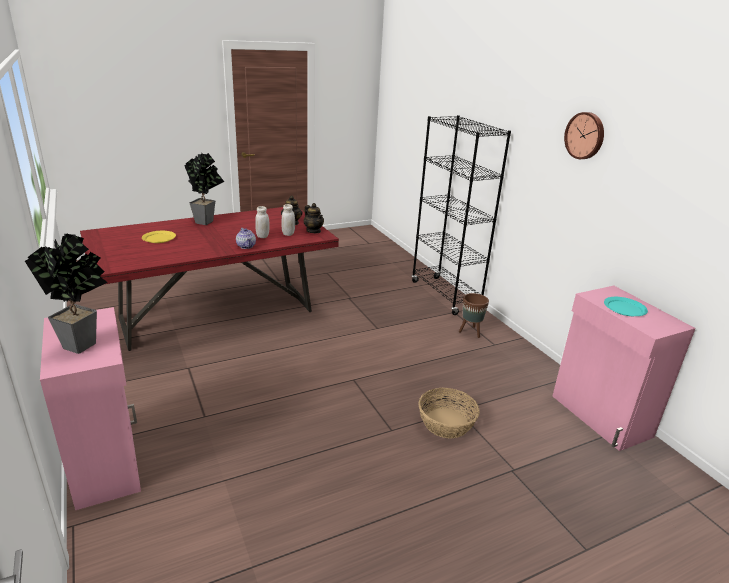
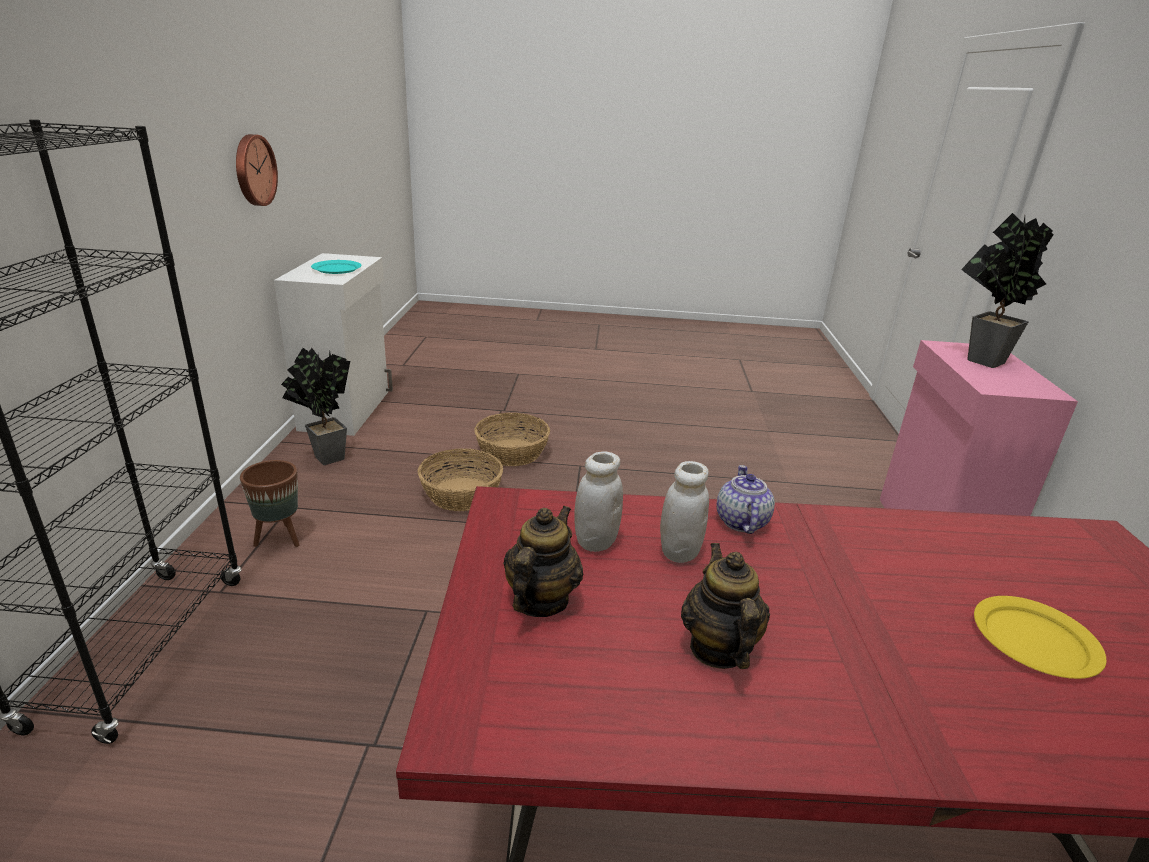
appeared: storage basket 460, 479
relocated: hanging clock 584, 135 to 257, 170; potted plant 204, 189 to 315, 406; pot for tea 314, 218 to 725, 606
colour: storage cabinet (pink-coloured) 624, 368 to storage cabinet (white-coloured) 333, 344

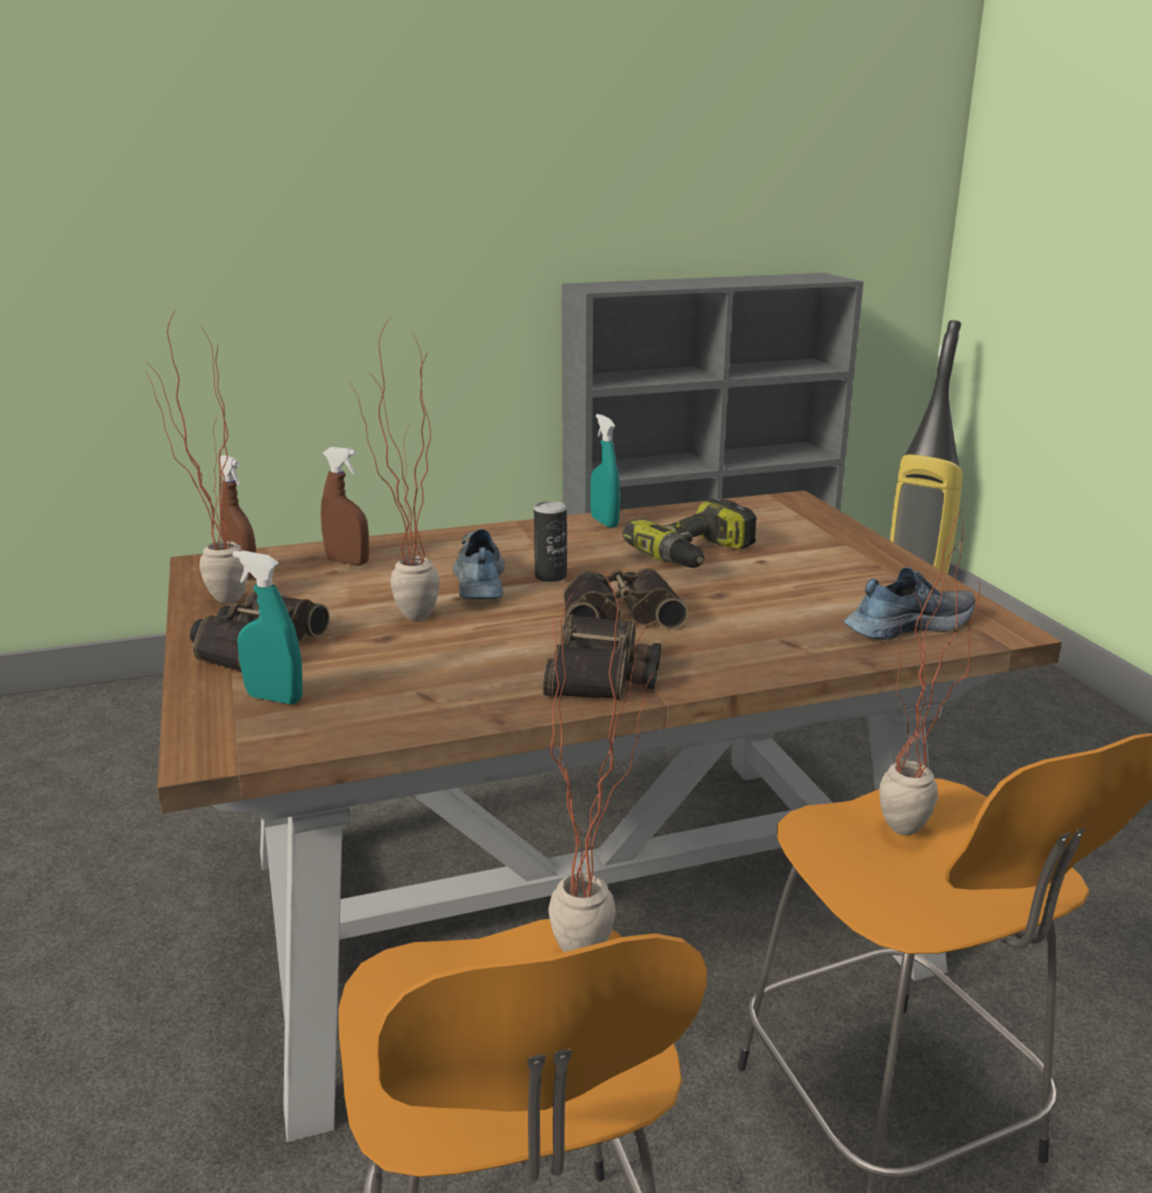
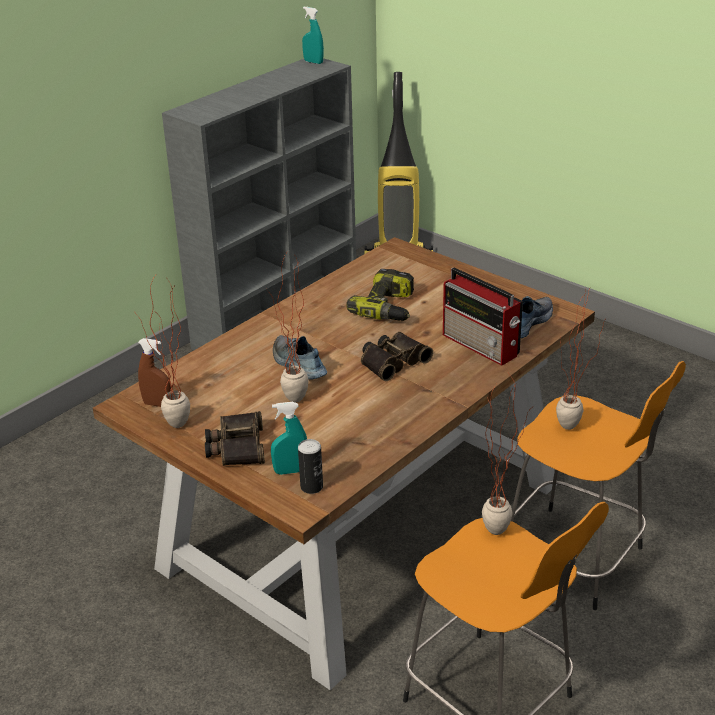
missing: hand sprayer (brown) 345, 506; pair of binoculars 602, 657
appeared: radio receiver 483, 316
relocated: sealed can 550, 541 to 310, 466; hand sprayer (turquoise-coloured) 605, 471 to 313, 35

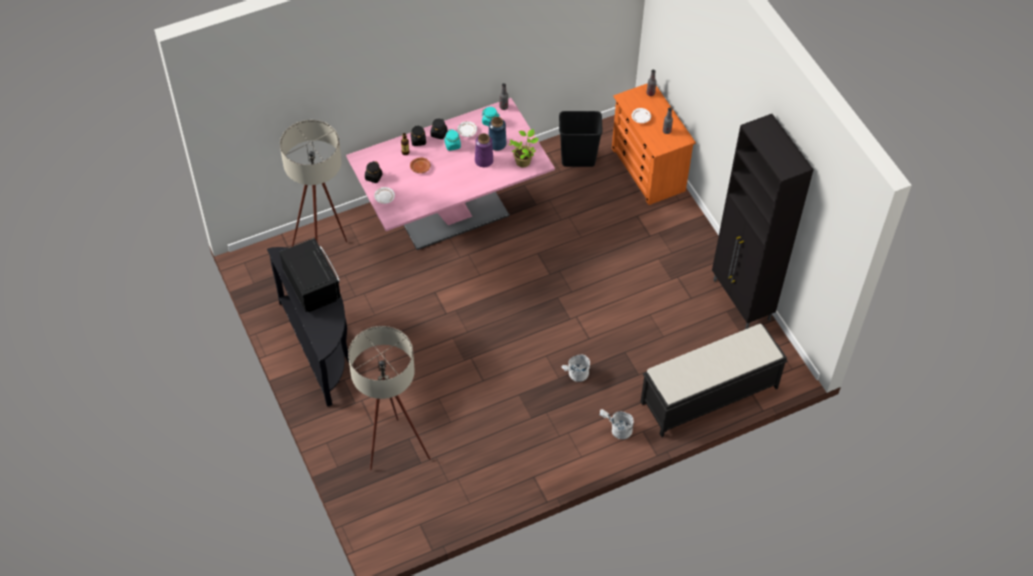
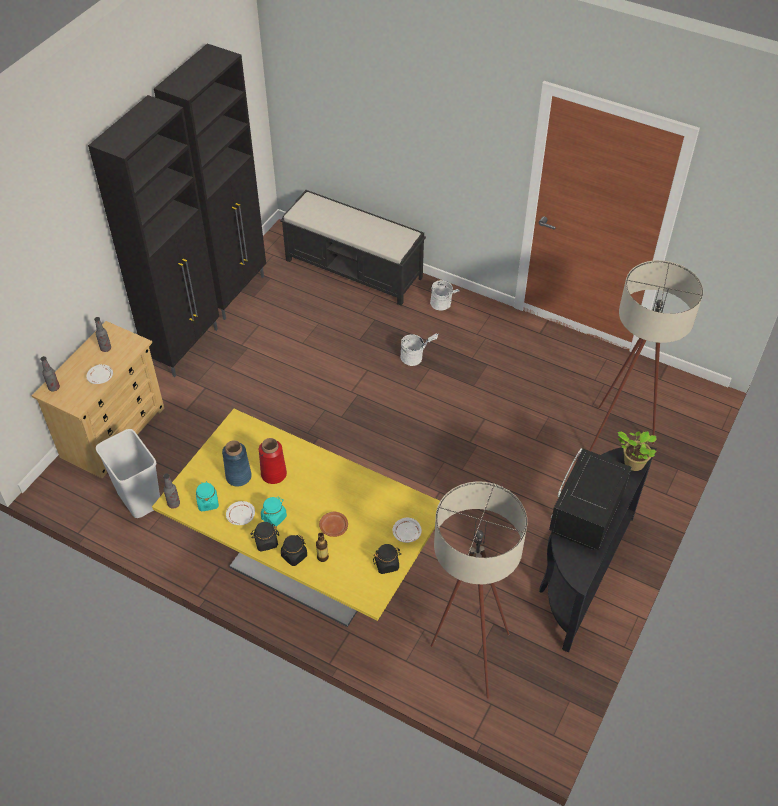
appeared: storage cabinet (black) 153, 236
relocated: potted plant 524, 148 to 636, 451
colour: drawer chest (orange-coloured) 654, 144 to drawer chest (beige-coloured) 97, 399; trash can (black) 581, 139 to trash can (white-coloured) 128, 473; dining table (pink-coloured) 450, 174 to dining table (yellow-coloured) 296, 518; flower vase (purple) 484, 150 to flower vase (reddish) 273, 461

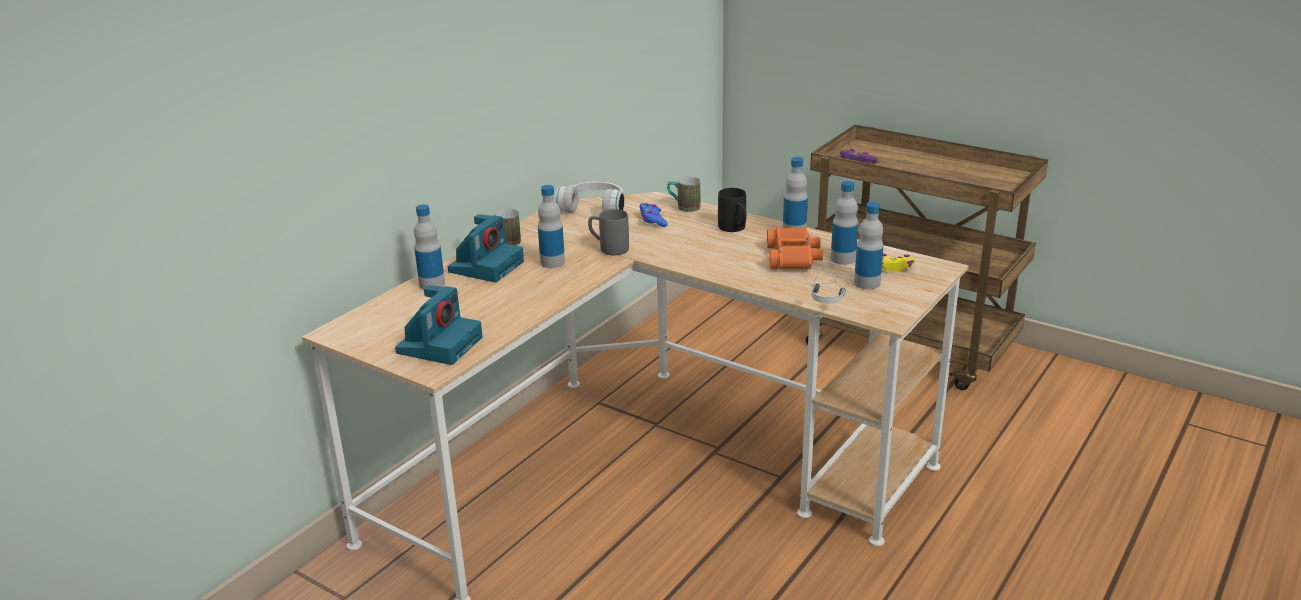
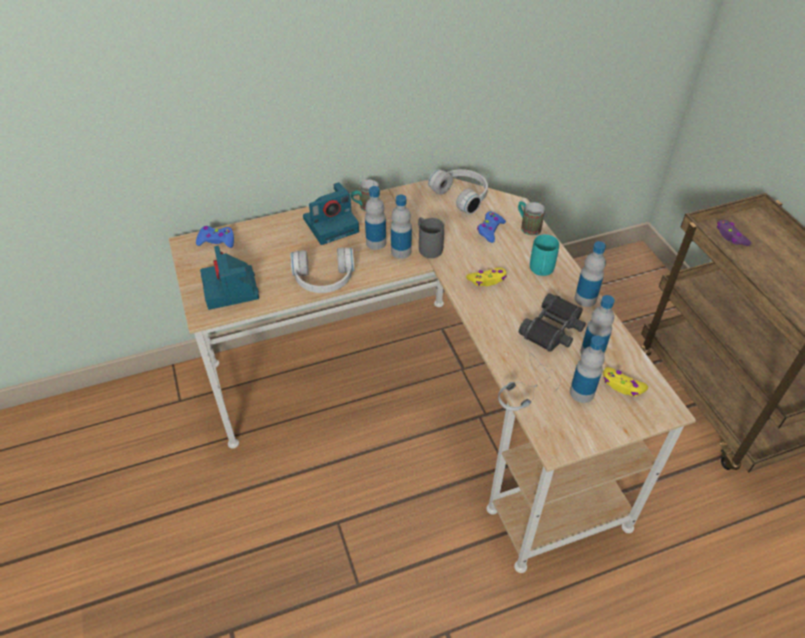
appeared: gamepad (bluish) 215, 237; headphones (white-coloured) 322, 270; gamepad (yellow-coloured) 486, 276
relocated: beverage bottle 429, 246 to 401, 227
colour: pair of binoculars (orange-coloured) 795, 248 to pair of binoculars (black) 552, 322; tea mug (black) 732, 210 to tea mug (turquoise-coloured) 544, 255
spun: still camera 438, 325 = 229, 278 105 degrees clockwise

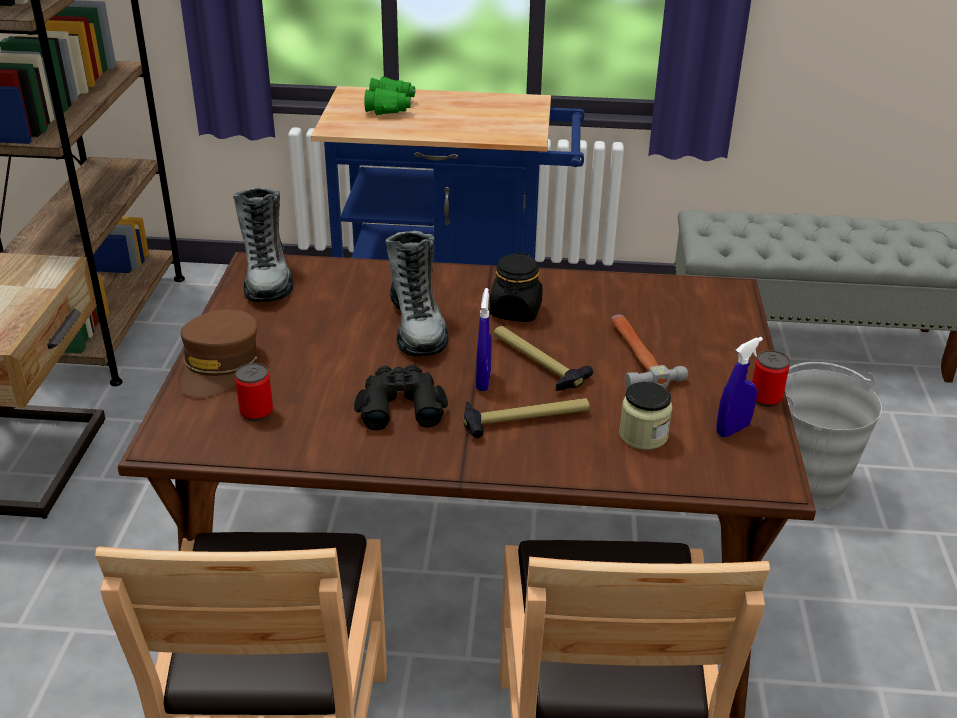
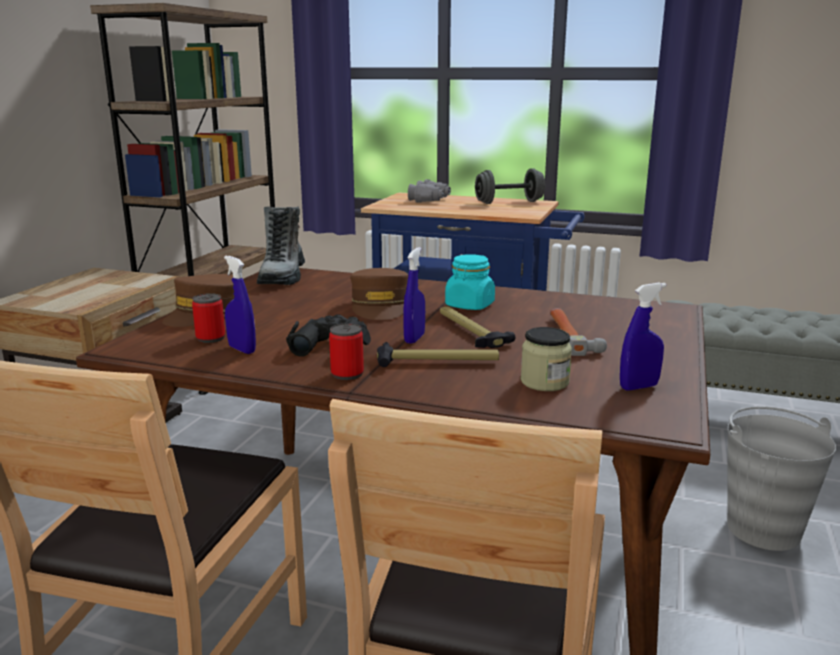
appeared: hand sprayer (bluish) 240, 305; free weight (greyish) 510, 186
relocated: sealed can 771, 378 to 346, 351
exchanged: high-top boot 417, 294 to peaked cap (brown) 379, 294
colour: pair of binoculars (green) 389, 95 to pair of binoculars (greyish) 429, 191; storage jar (black) 516, 287 to storage jar (turquoise-coloured) 470, 282

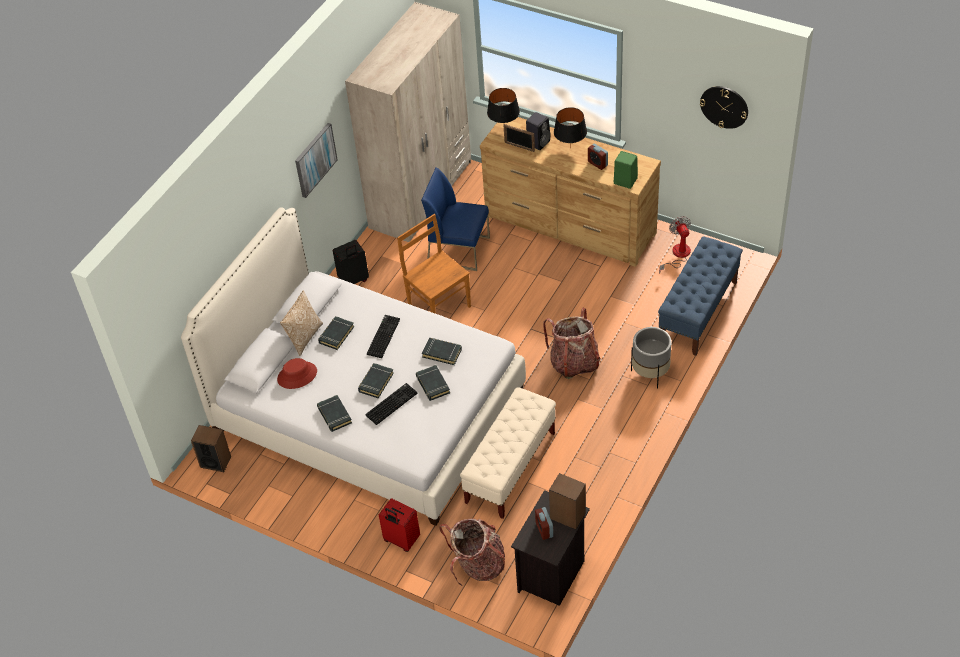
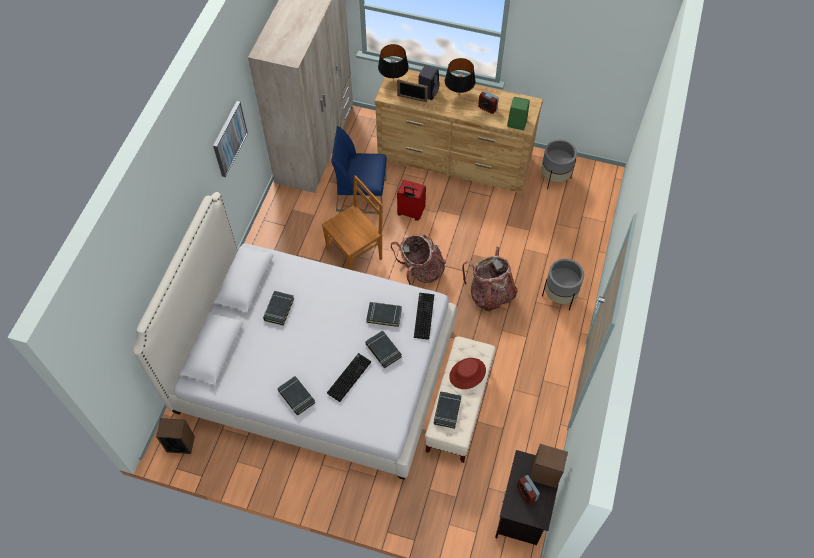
missing: pillow 301, 323; travel case (black) 351, 262; indoor bench (bluish) 700, 296; hanging clock 724, 107
relocated: knapsack 472, 552 to 418, 259; travel case (reddish) 399, 525 to 411, 200; computer keyboard 383, 336 to 424, 316; bound book (black) 376, 380 to 447, 410; wearable hat (reddish) 297, 373 to 467, 373
exchanged: electric fan 675, 244 to plant pot (greyish) 559, 164
spun: plain chair (brown) 434, 264 = 352, 222 105 degrees clockwise

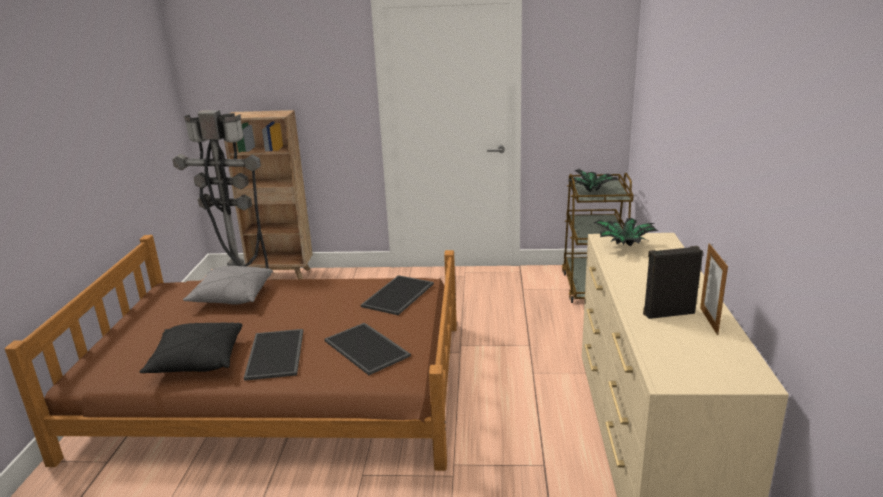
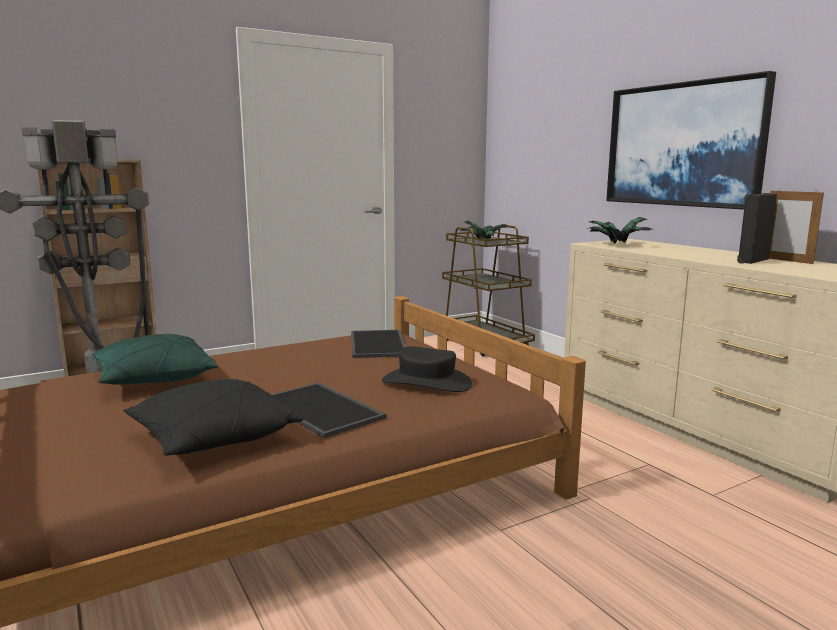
appeared: picture 691, 140
exchanged: tray 367, 349 to wearable hat (black) 427, 369
colour: pillow (greyish) 228, 285 to pillow (green) 155, 359

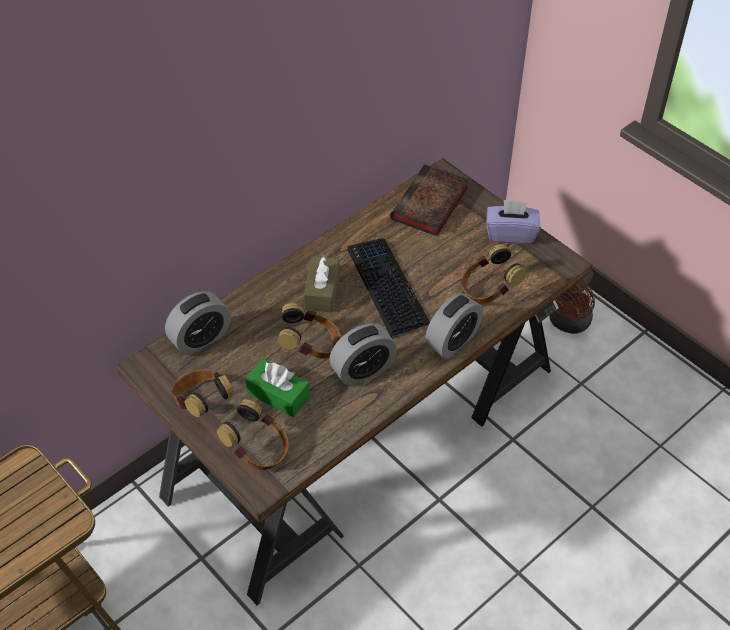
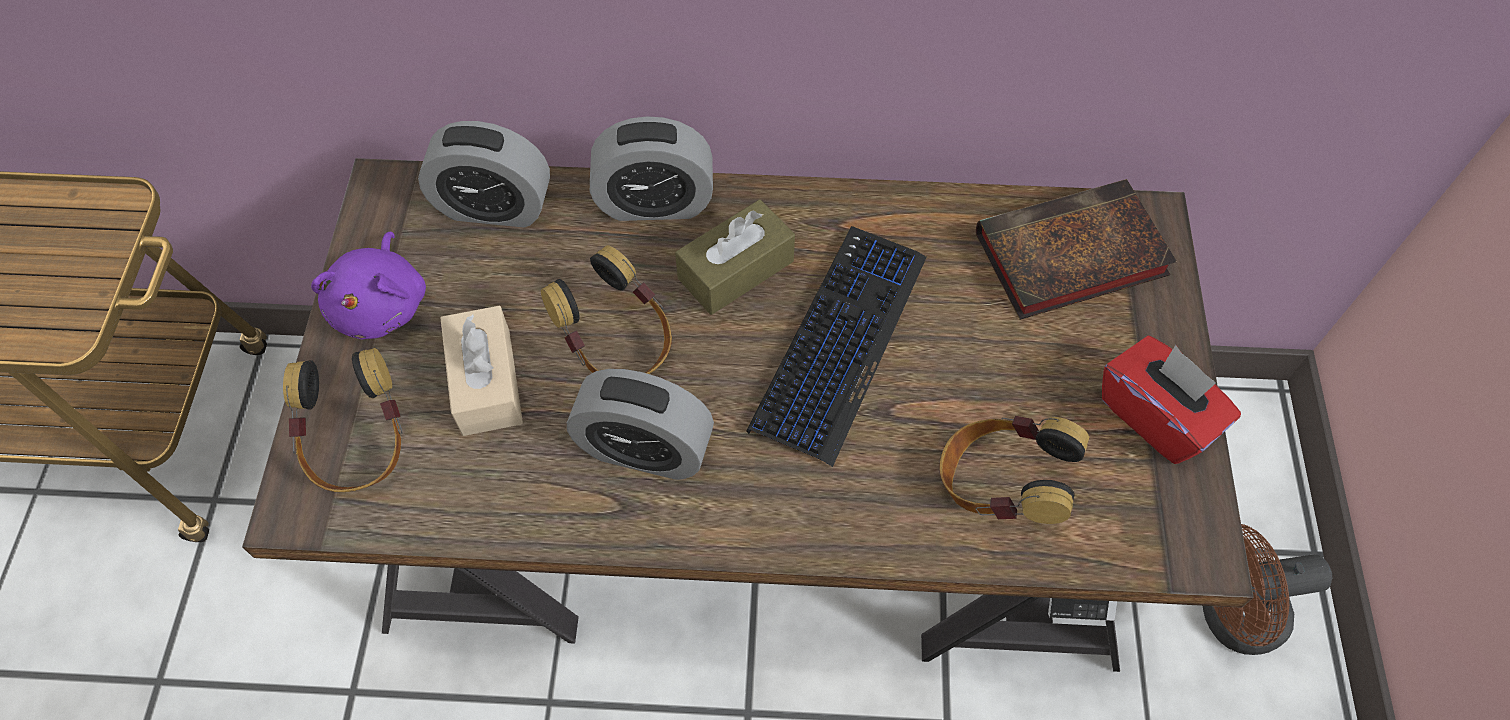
relocated: table clock 454, 326 to 651, 168
exchanged: headphones 203, 393 to soft toy (purple) 368, 285
colour: tissue box (green) 277, 388 to tissue box (beige-coloured) 482, 371; tissue box (purple) 513, 222 to tissue box (reddish) 1171, 400

